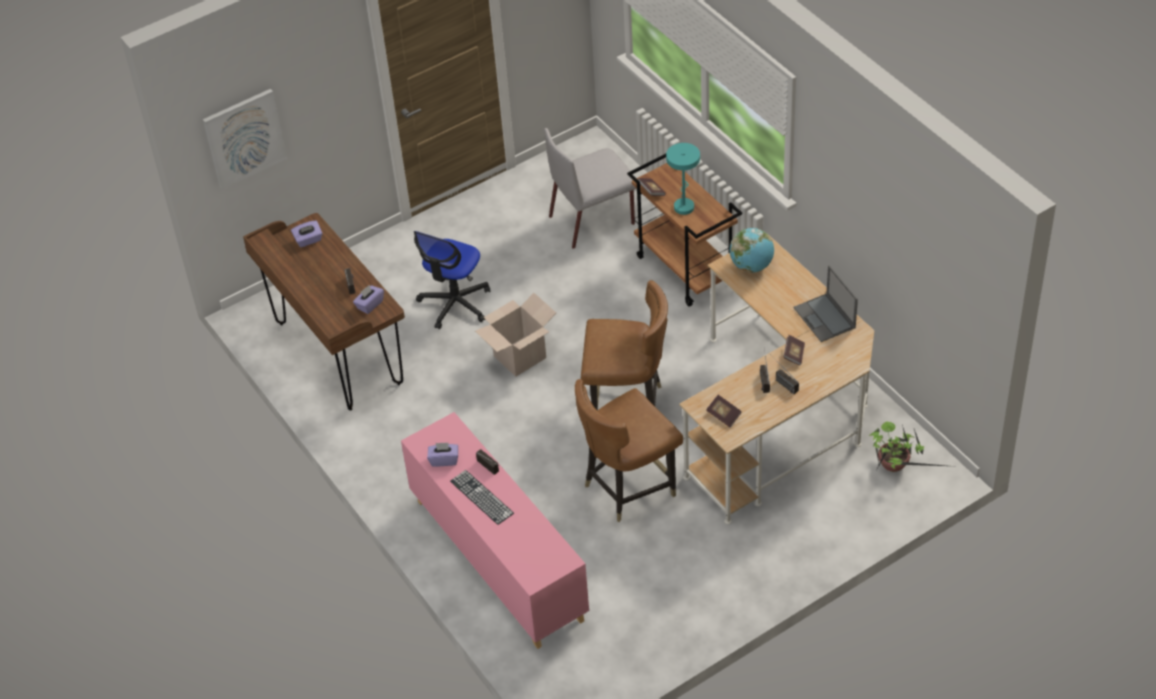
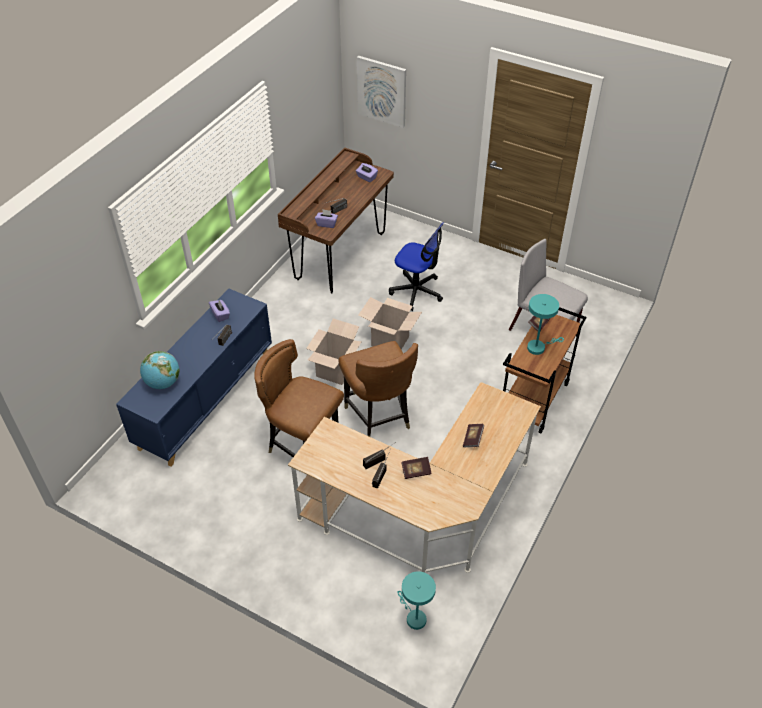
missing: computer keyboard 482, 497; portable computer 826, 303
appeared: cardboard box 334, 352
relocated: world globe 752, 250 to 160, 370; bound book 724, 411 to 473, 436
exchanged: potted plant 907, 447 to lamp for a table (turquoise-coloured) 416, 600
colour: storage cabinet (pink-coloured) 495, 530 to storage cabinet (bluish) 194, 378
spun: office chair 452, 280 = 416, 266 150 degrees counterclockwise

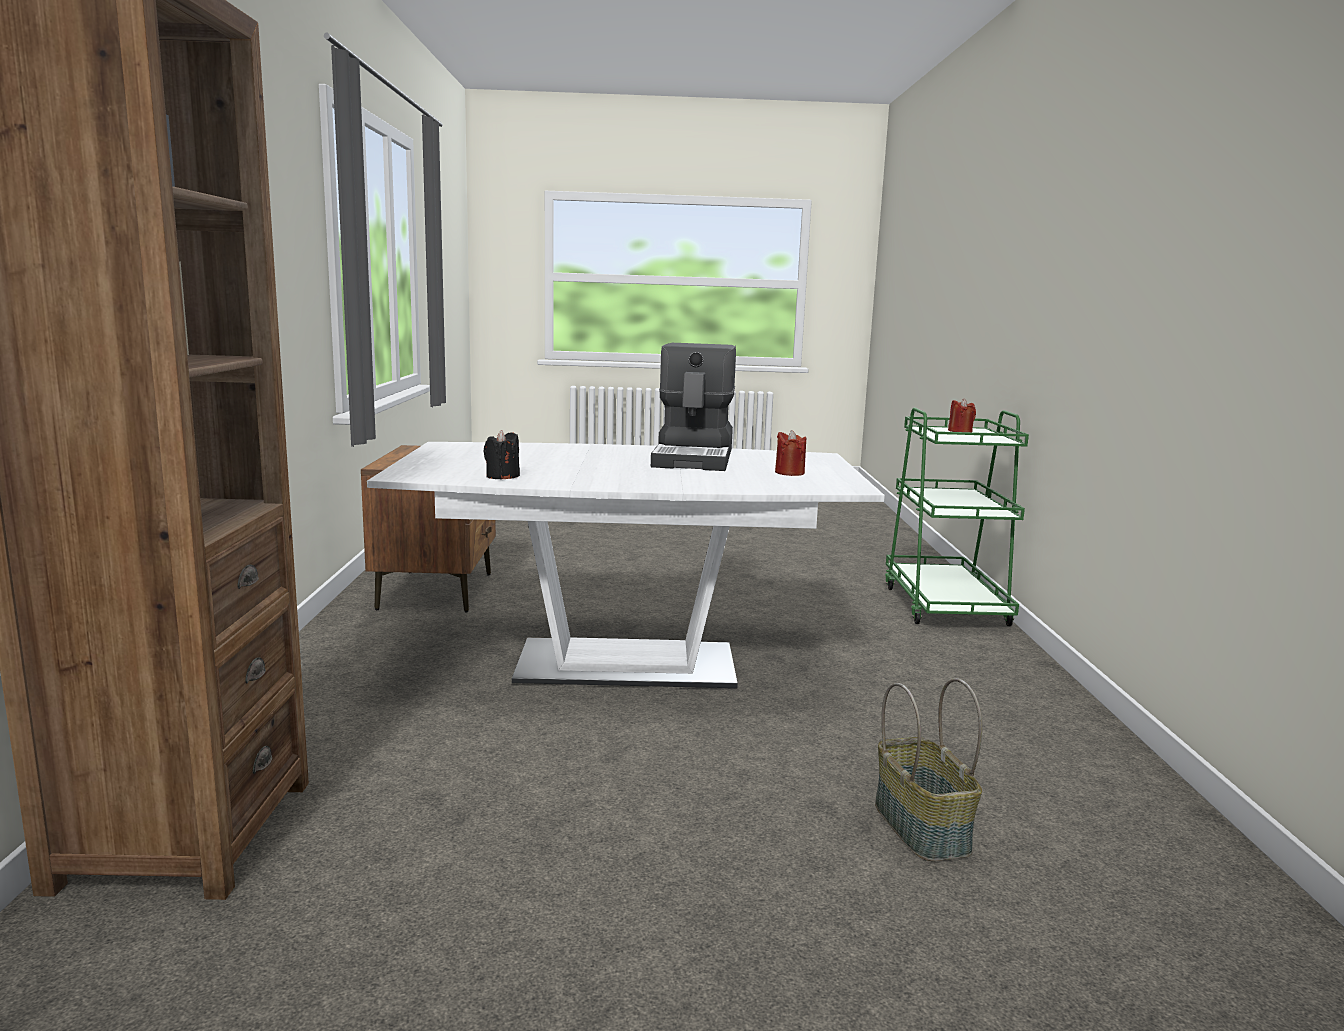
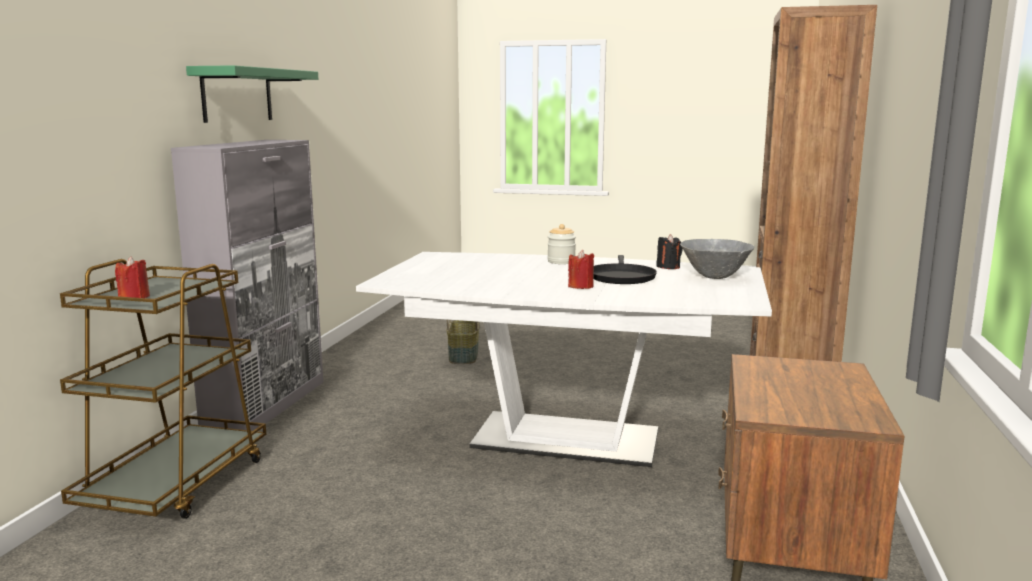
missing: coffee brewer 693, 407
appeared: storage cabinet (greyish) 247, 285; wall shelf (green) 252, 94; storage jar 561, 244; pan (black) 625, 269; serving bowl (greyish) 717, 259
relocated: candle (reddish) 790, 453 to 581, 269
colour: wheeled cart (green) 957, 517 to wheeled cart (brown) 163, 389

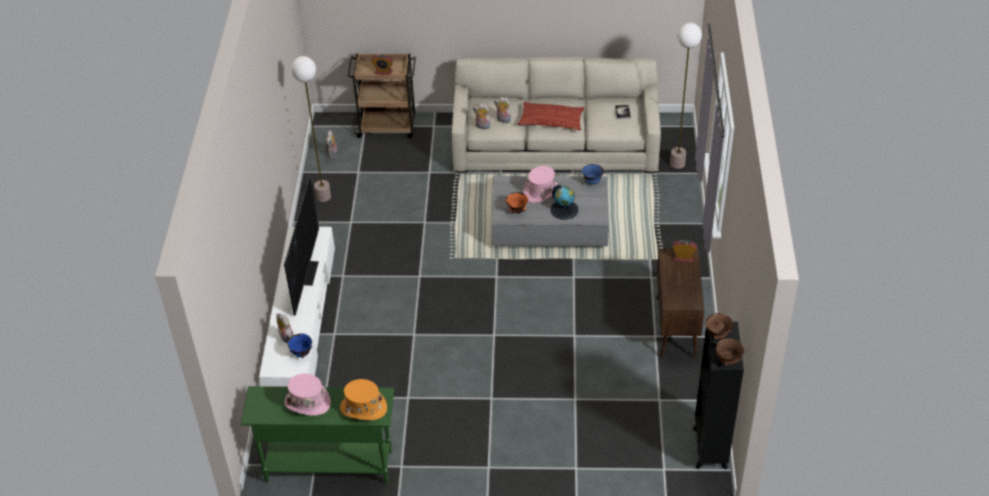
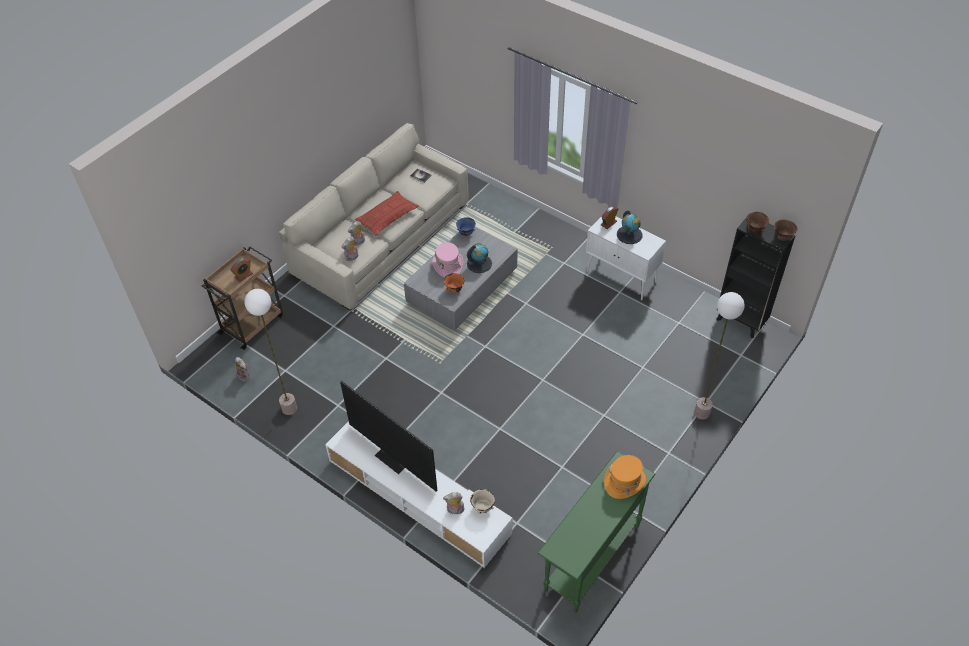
missing: wearable hat (pink-coloured) 307, 394
appeared: world globe 629, 227
relocated: standard lamp 686, 95 to 719, 356
colour: serving bowl (bluish) 300, 346 to serving bowl (beige-coloured) 482, 501; storage cabinet (brown) 680, 303 to storage cabinet (white-coloured) 626, 258

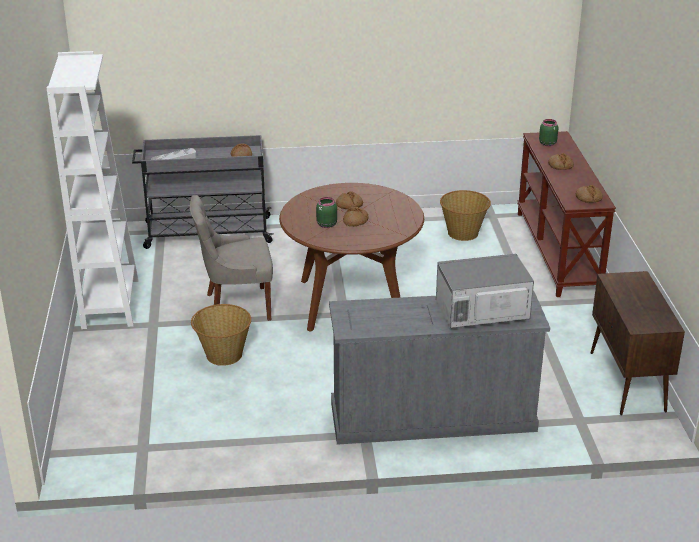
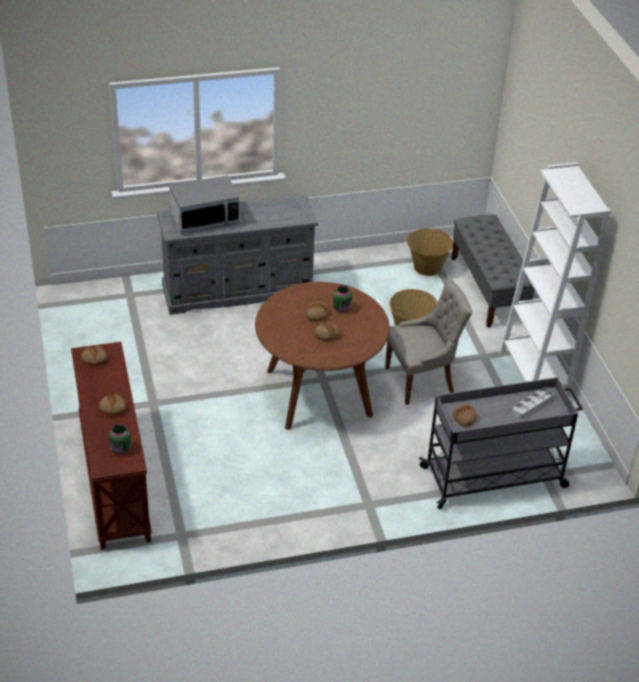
missing: storage cabinet (brown) 637, 343
appeared: indoor bench (greyish) 493, 271
relocated: storage basket 465, 215 to 430, 252

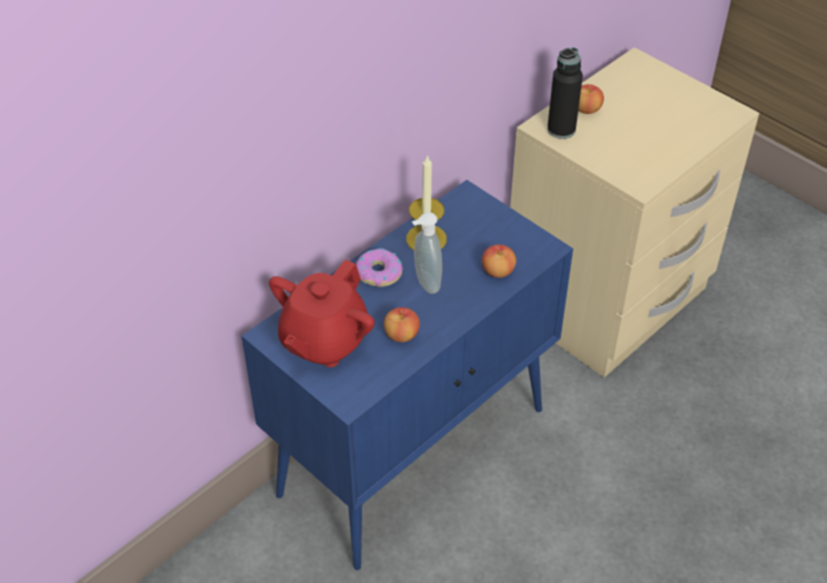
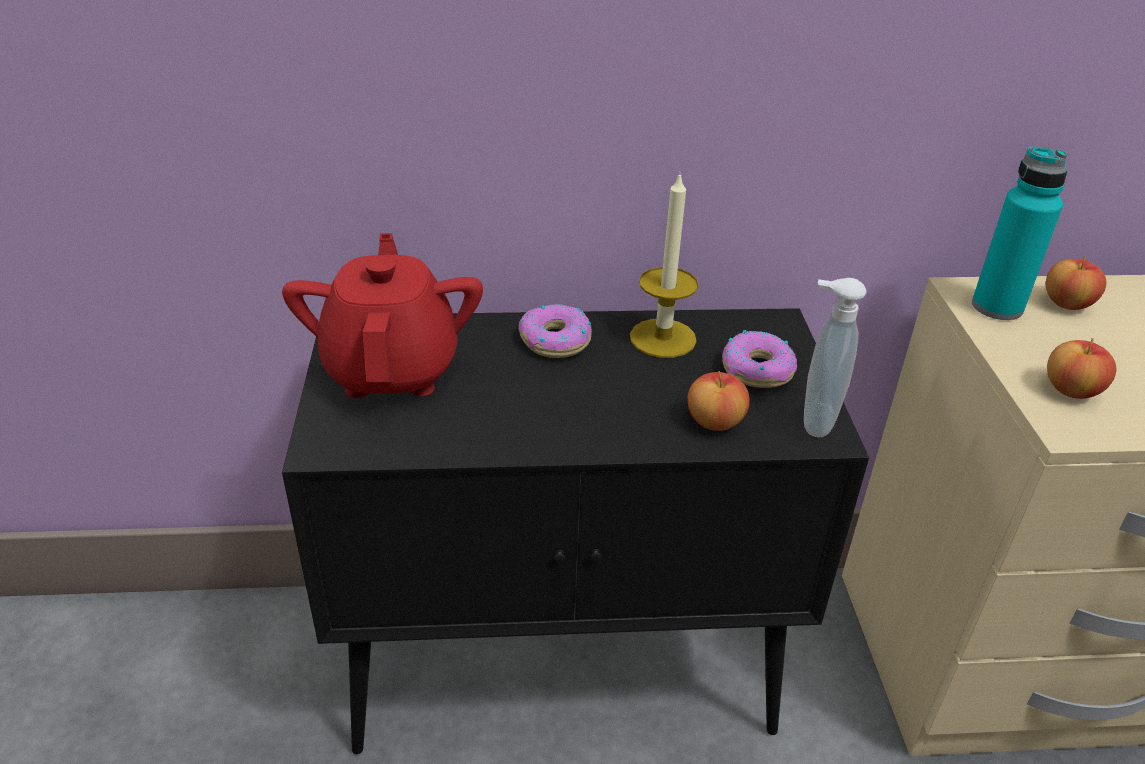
appeared: donut 759, 359
relocated: liquid soap bottle 427, 253 to 835, 357; whole apple 402, 324 to 1081, 368
colour: storage cabinet (bluish) 407, 375 to storage cabinet (black) 575, 531; beverage bottle (black) 565, 93 to beverage bottle (turquoise-coloured) 1019, 233
spun: pot for tea (reddish) 322, 313 = 382, 315 105 degrees clockwise

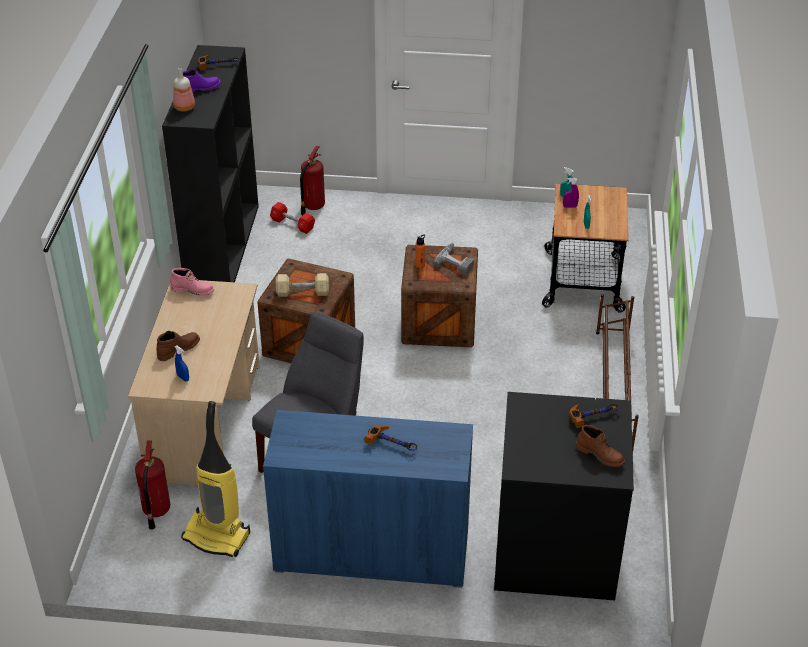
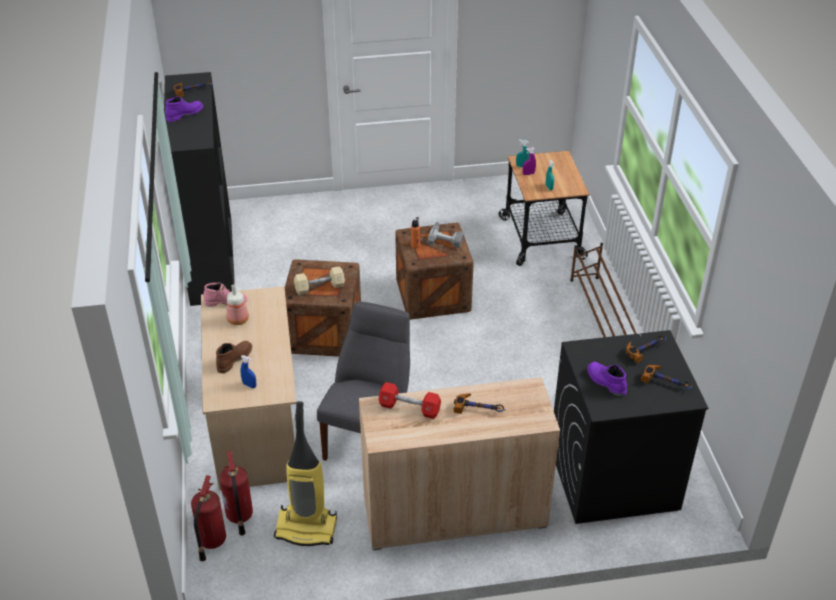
appeared: high-top boot (purple) 607, 379
relocated: fire extinguisher 312, 180 to 208, 518; beverage bottle 184, 90 to 237, 304; free weight (reddish) 292, 218 to 410, 400
exchanged: high-top boot (brown) 600, 446 to tool hammer 666, 377
colour: storage cabinet (bluish) 368, 499 to storage cabinet (beige-coloured) 459, 463

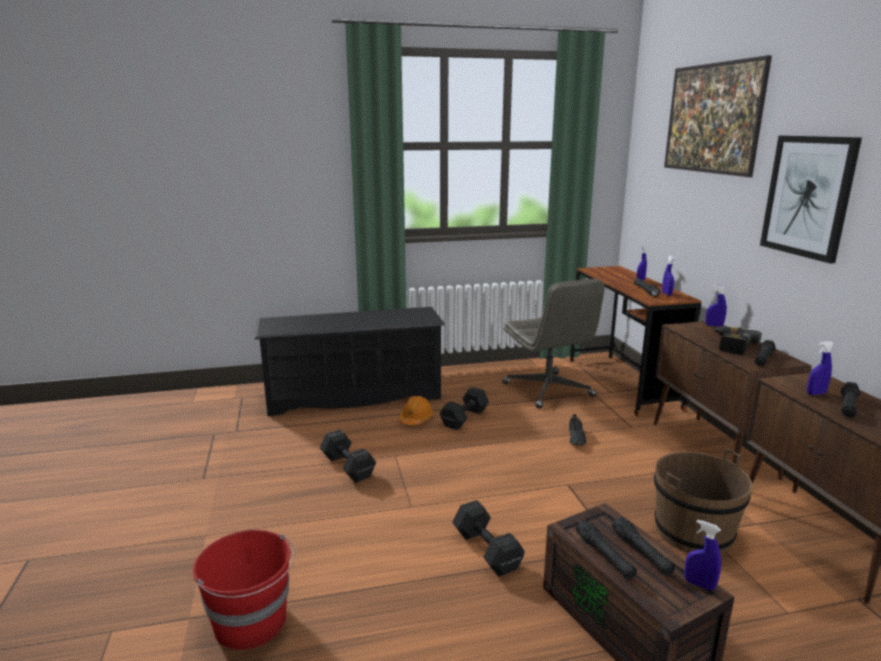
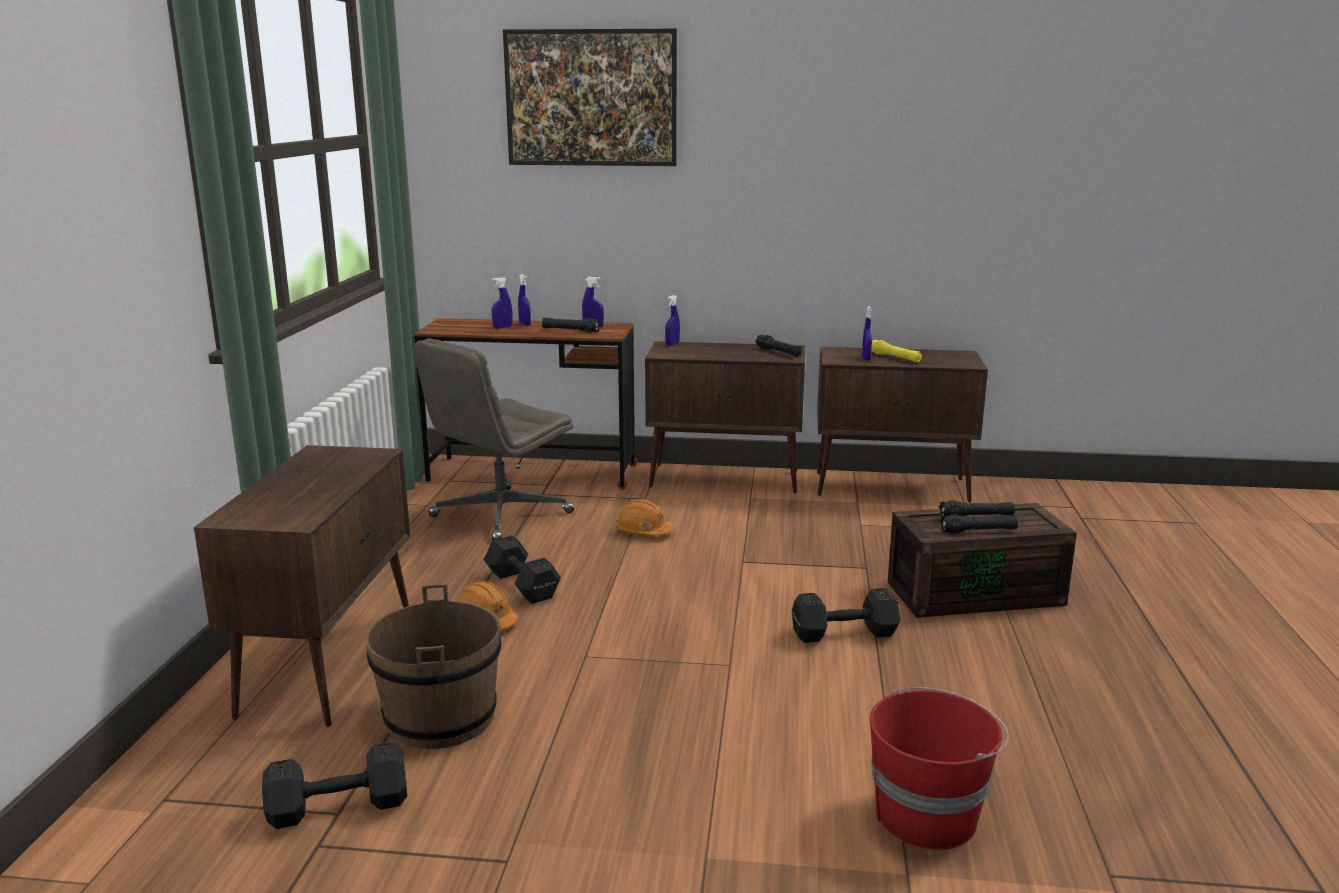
missing: electric drill 737, 340; picture 811, 200
relocated: free weight (black) 348, 456 to 334, 785; pail (brown) 703, 502 to 433, 666; hand sprayer (bluish) 703, 555 to 502, 303
exchanged: shoe stand (black) 350, 361 to storage cabinet (brown) 302, 586; shoe (black) 577, 429 to hard hat (orange-coloured) 644, 517
colour: torch (black) 850, 400 to torch (yellow-coloured) 896, 351
spun: office chair (greyish) 553, 343 = 494, 439 135 degrees clockwise

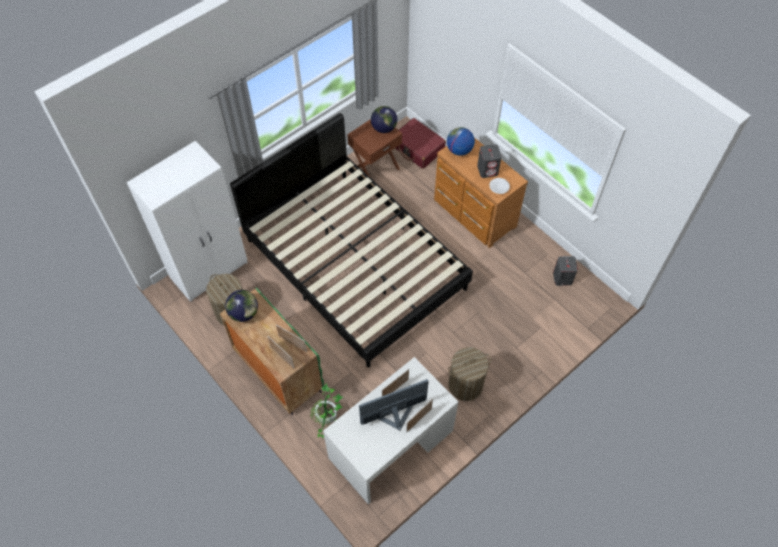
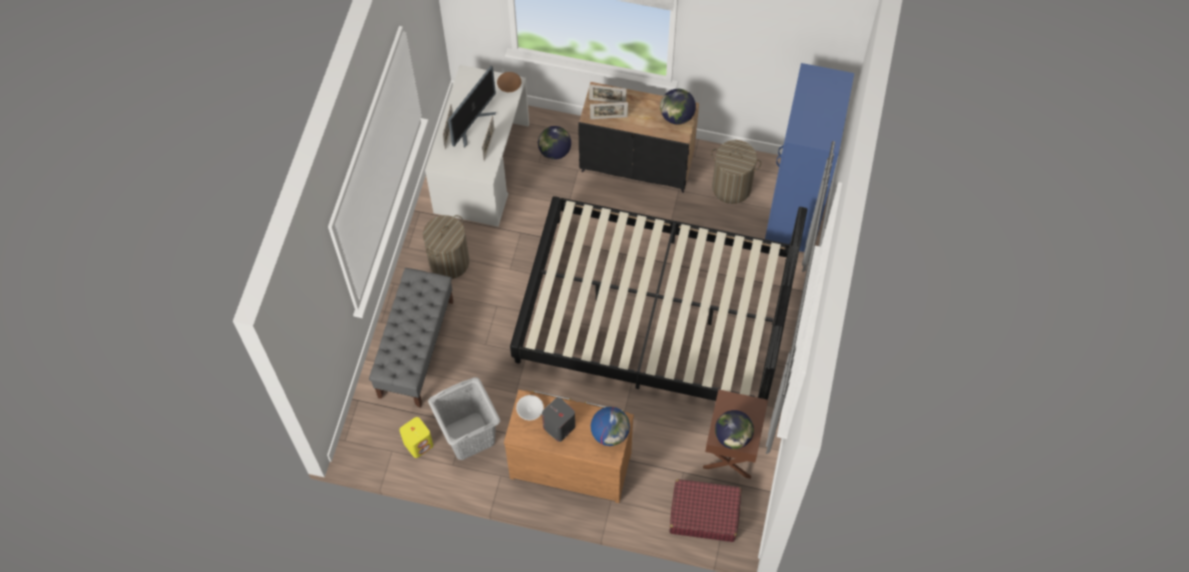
appeared: indoor bench (greyish) 411, 338; laundry basket (greyish) 464, 418; serving bowl (brown) 509, 82
exchanged: potted plant 326, 411 to world globe 554, 143
colour: speaker (greyish) 565, 271 to speaker (yellow-coloured) 416, 437; storage cabinet (green) 272, 351 to storage cabinet (black) 638, 137; armoire (white-coloured) 187, 221 to armoire (bluish) 809, 157

